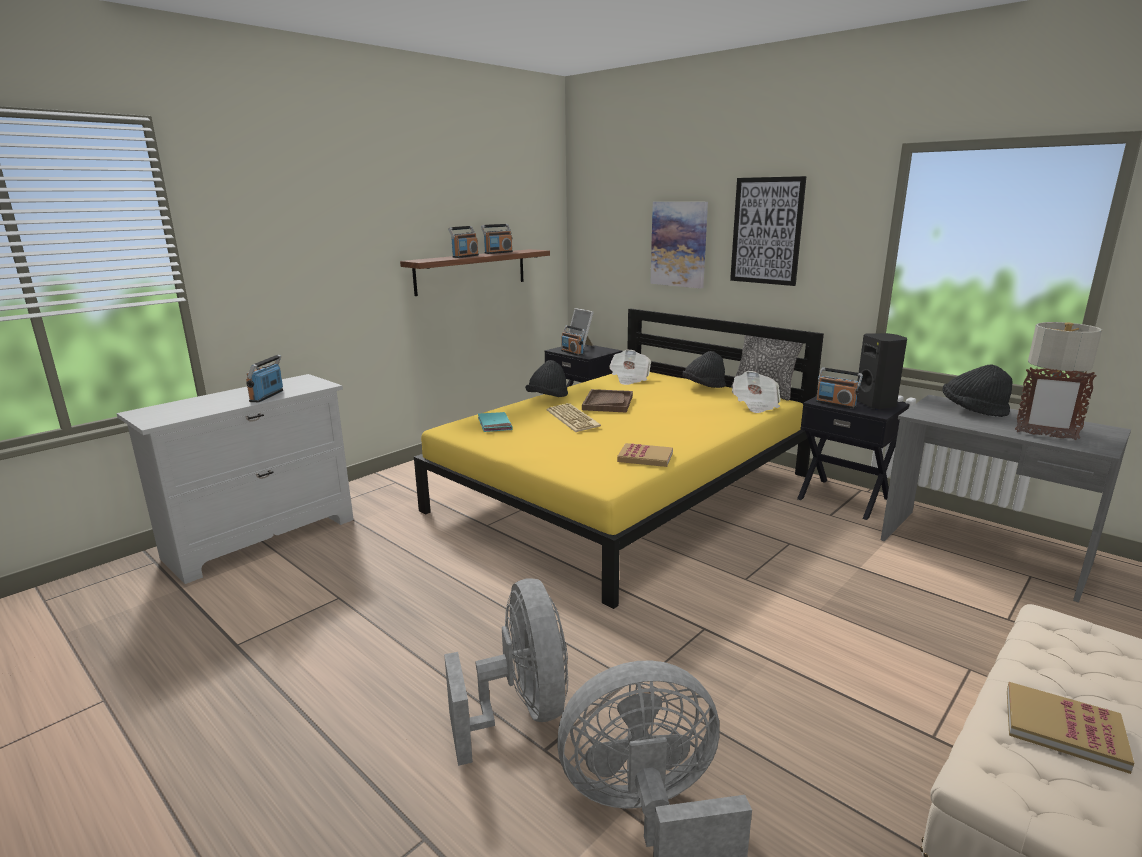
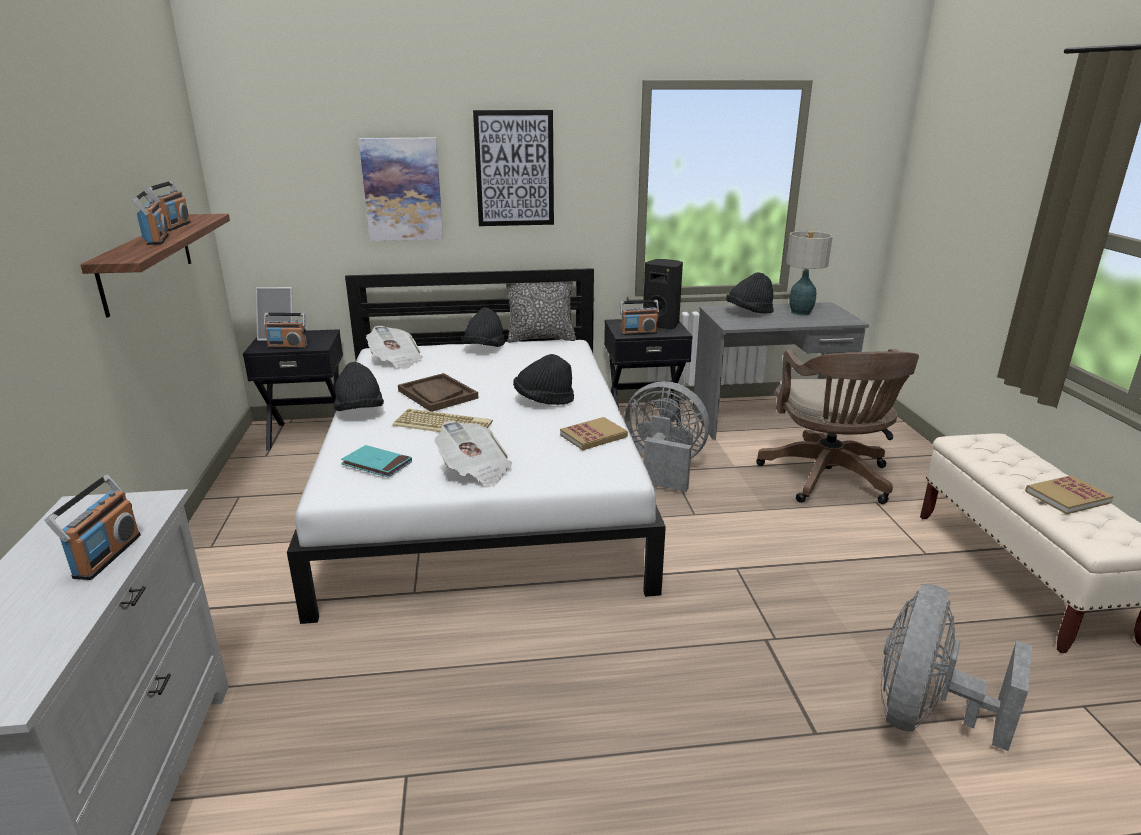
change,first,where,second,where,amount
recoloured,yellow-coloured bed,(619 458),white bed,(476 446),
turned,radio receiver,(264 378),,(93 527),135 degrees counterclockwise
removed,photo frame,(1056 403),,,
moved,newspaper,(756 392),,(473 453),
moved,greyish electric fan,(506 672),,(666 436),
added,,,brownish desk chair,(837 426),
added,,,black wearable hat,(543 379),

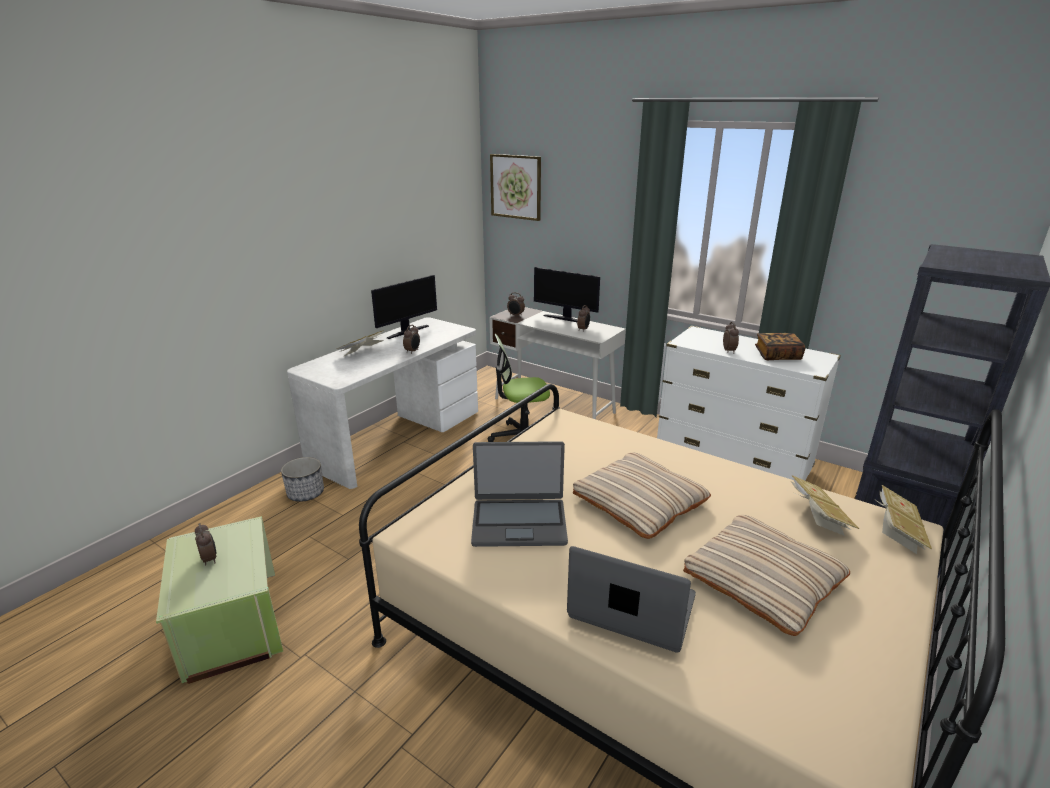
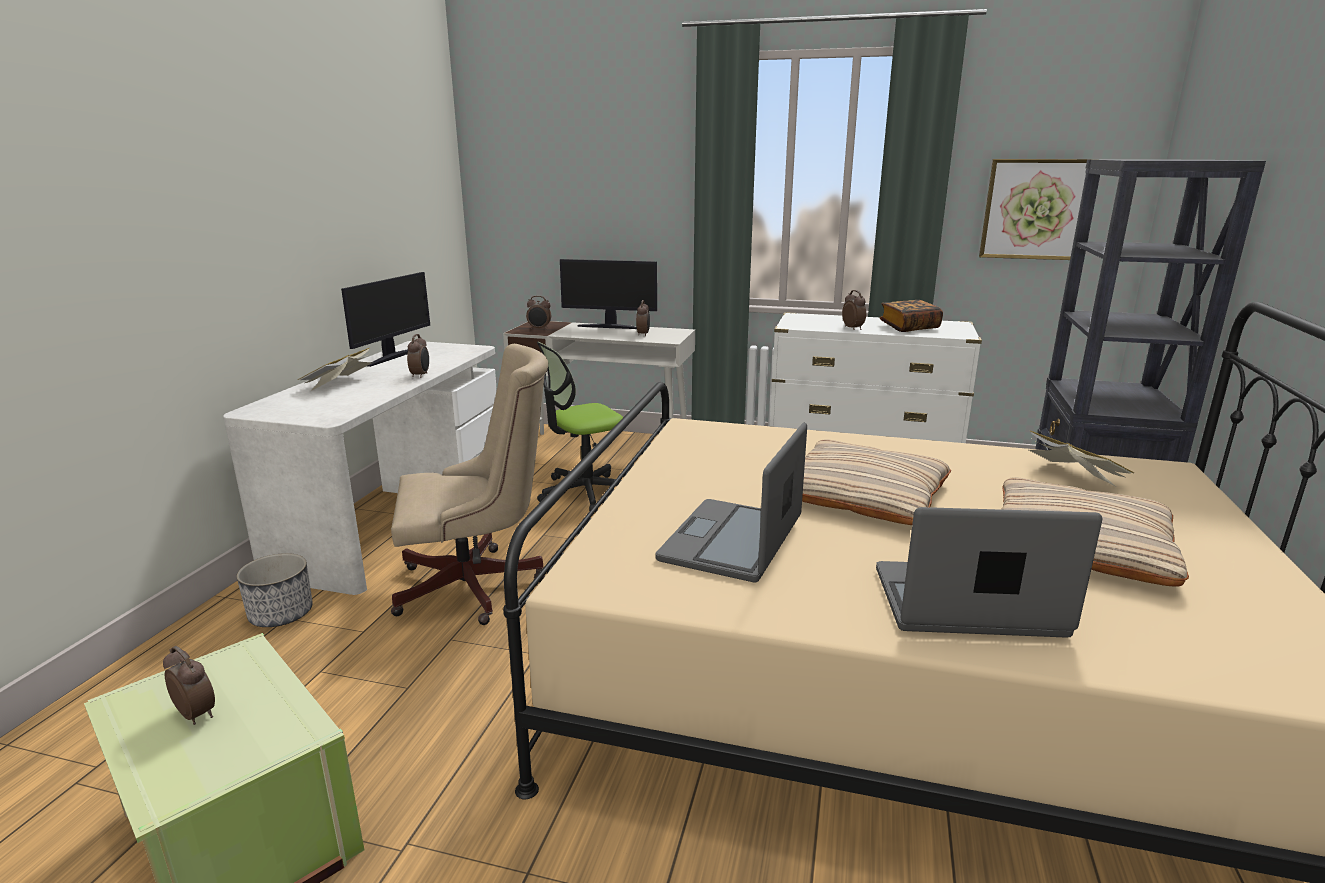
change,first,where,second,where,amount
moved,wall art,(515 187),,(1033 209),
turned,notebook computer,(519 494),,(731 502),135 degrees clockwise
removed,bound book,(902 519),,,
added,,,sand-coloured desk chair,(469 484),

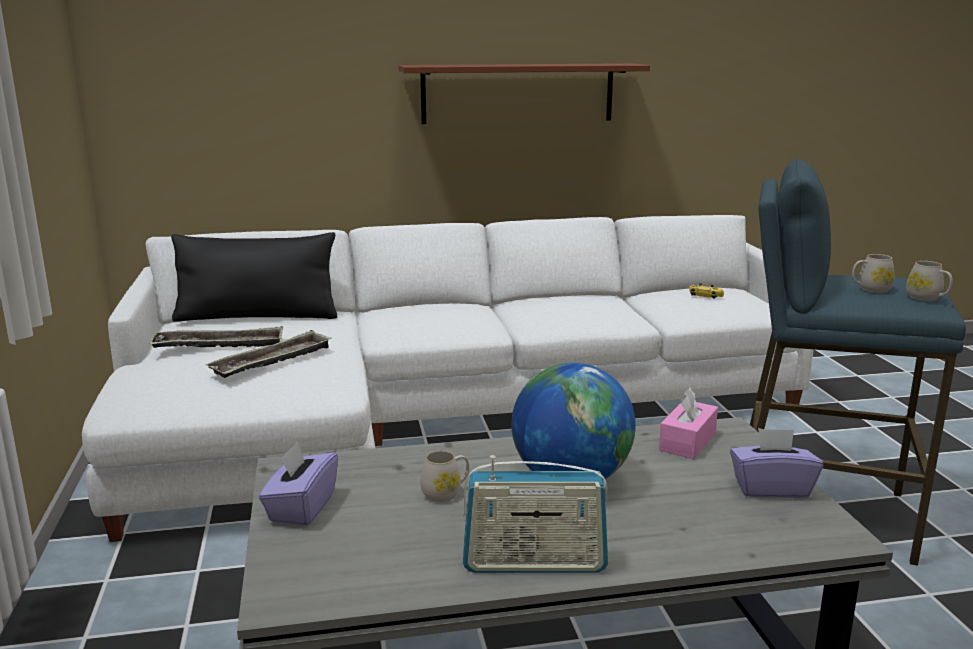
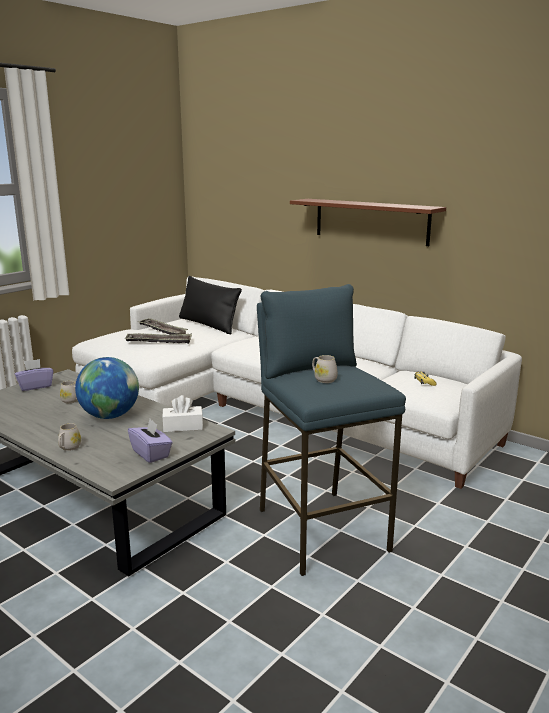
change,first,where,second,where,amount
moved,white mug,(929 281),,(69 437),
recoloured,pinkish box of tissues,(688 423),white box of tissues,(182 413),
removed,radio receiver,(535 514),,,

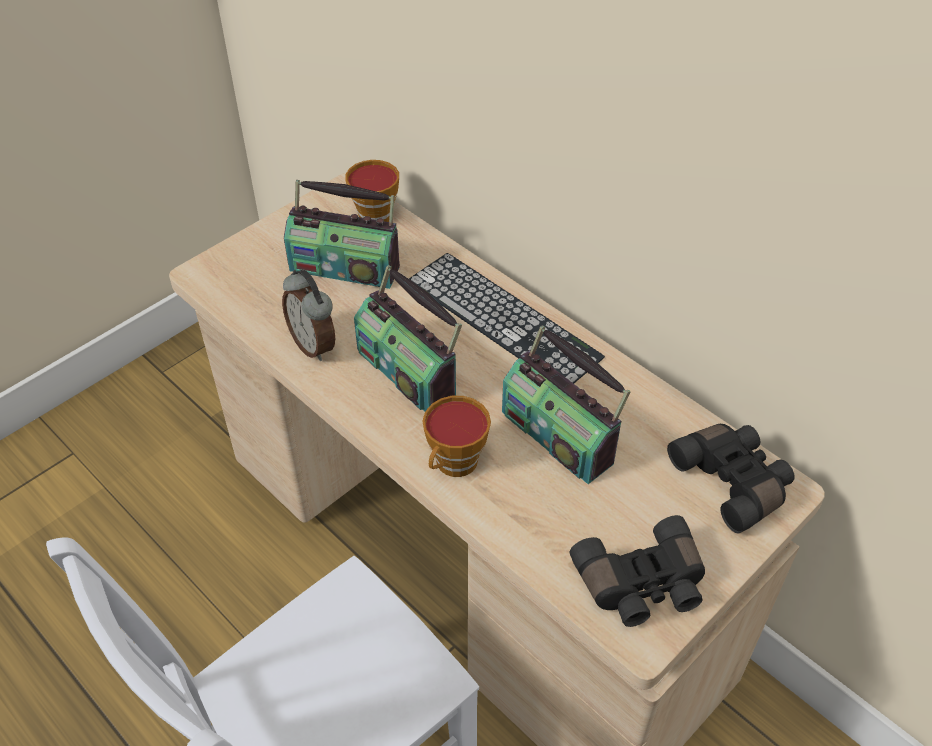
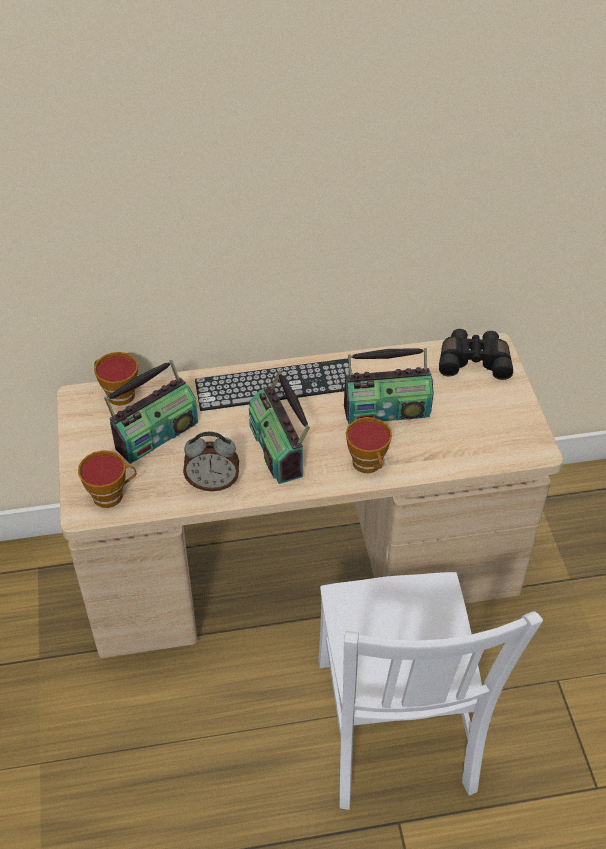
change,first,where,second,where,amount
turned,radio receiver,(408 338),,(279 427),75 degrees clockwise
removed,black field glasses,(637 571),,,
added,,,cup,(107 479),

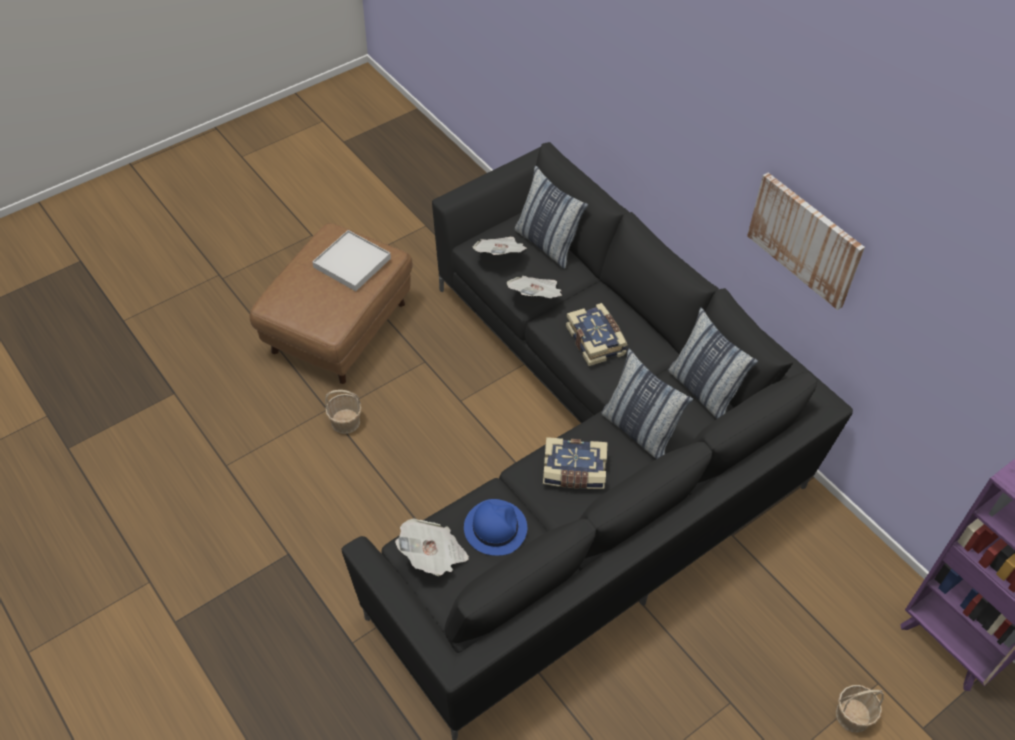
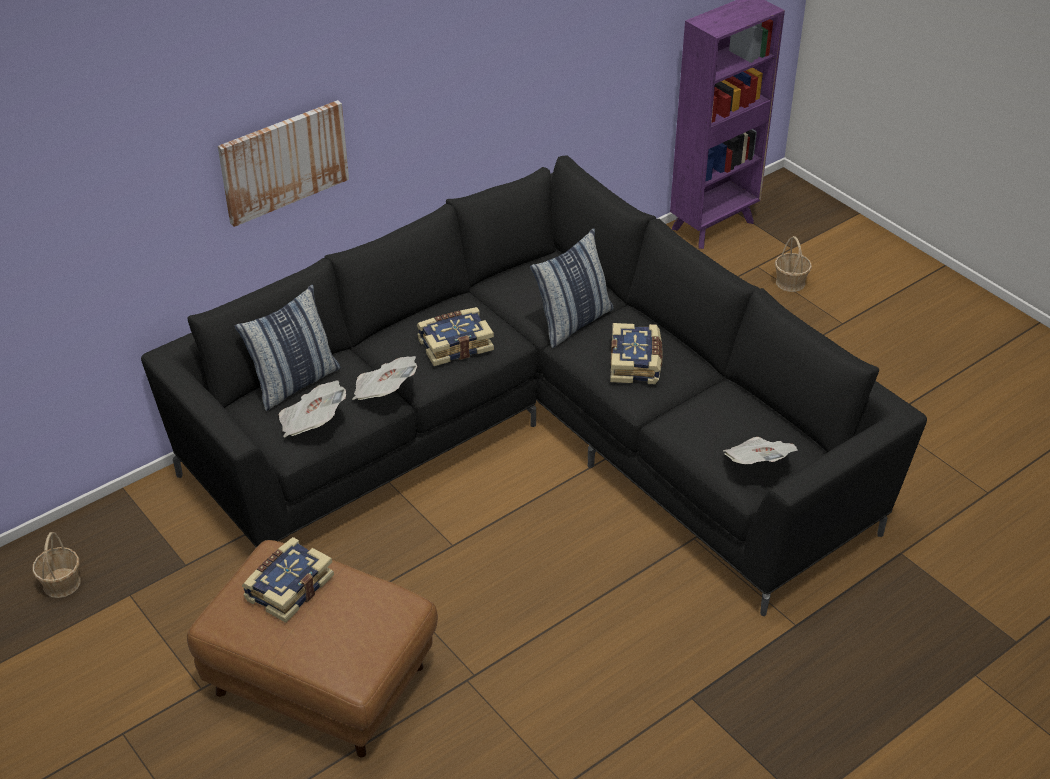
change,first,where,second,where,amount
moved,wall art,(806 241),,(283 163),
replaced,white serving tray,(351 260),bound book,(288 580),
removed,cushion,(713 363),,,
moved,basket,(343 412),,(56 565),
removed,bluish wearable hat,(495 527),,,

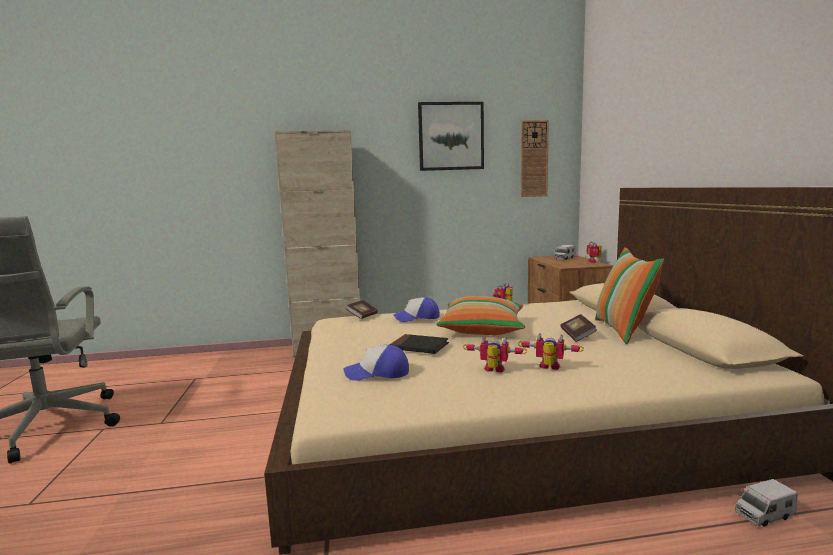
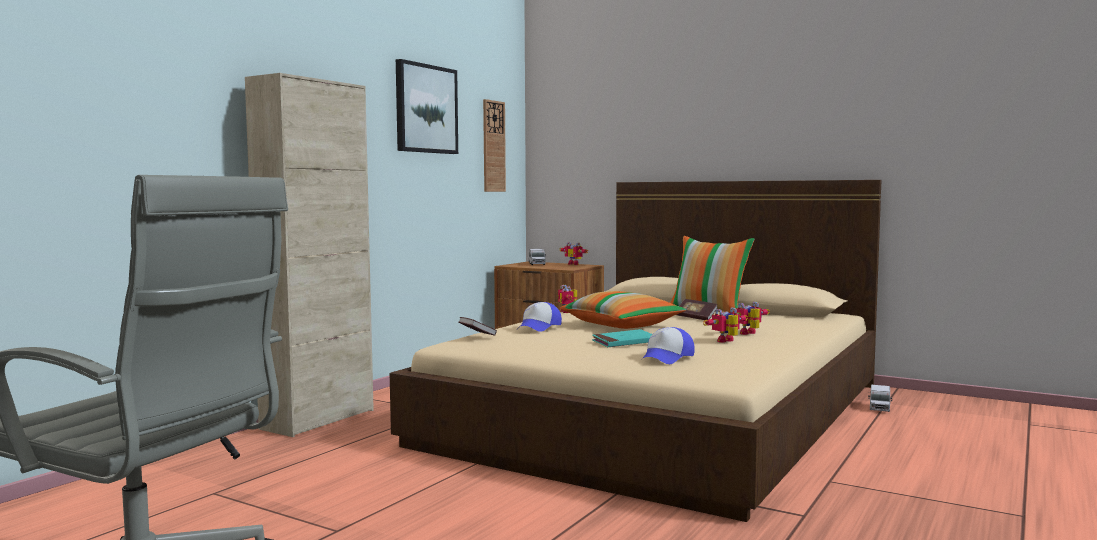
change,first,where,second,where,amount
recoloured,black bound book,(419 344),blue-green bound book,(622 338),

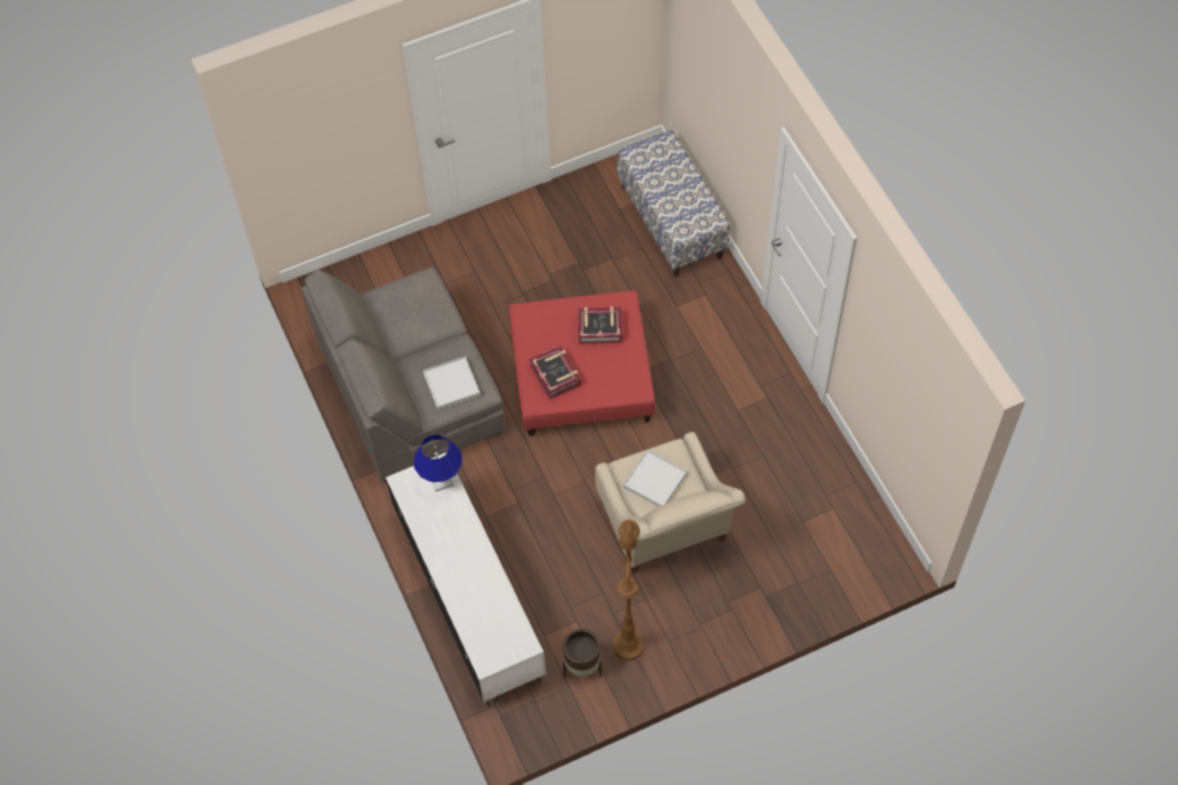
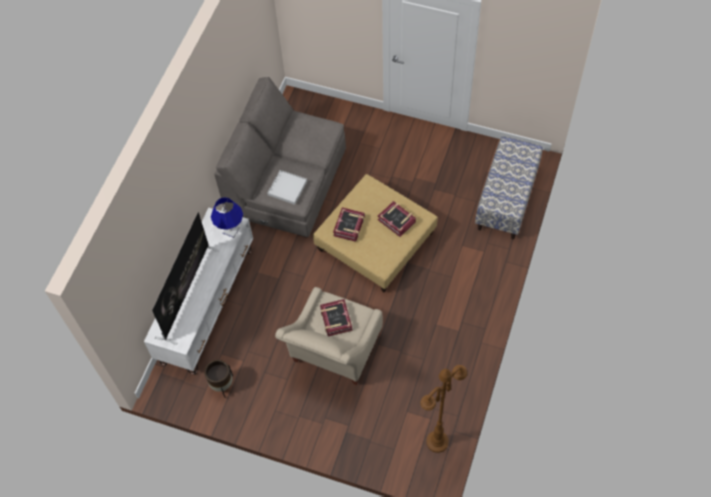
change,first,where,second,where,amount
recoloured,red-coloured footrest,(582 363),sand-coloured footrest,(375 233),
replaced,white serving tray,(655 478),bound book,(336 317),
moved,brownish floor lamp,(628 589),,(443 409),
added,,,TV set,(185 278),

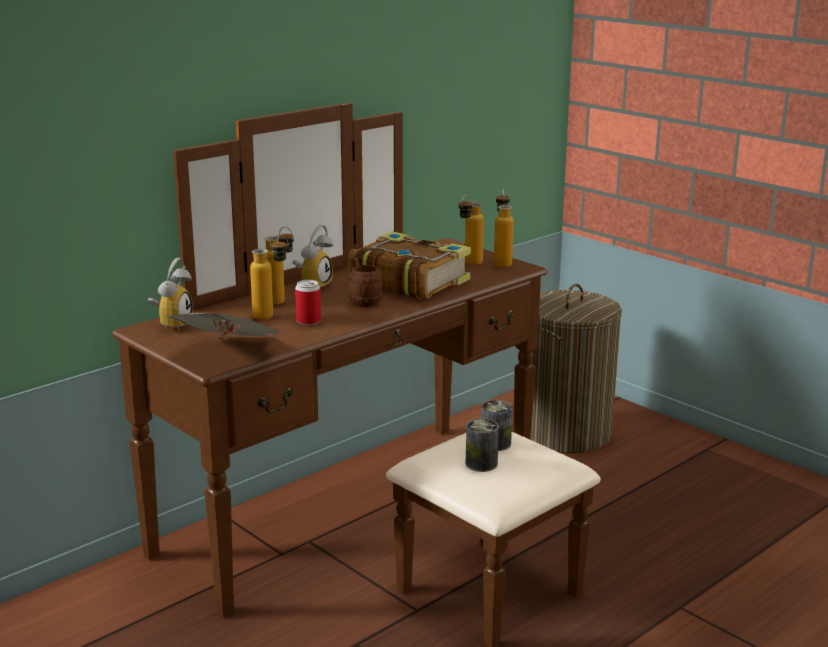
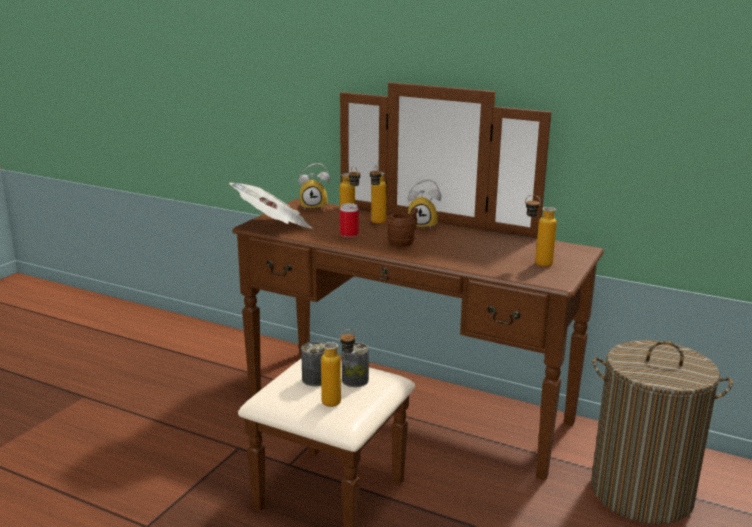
change,first,where,second,where,amount
moved,beverage bottle,(504 228),,(338 368),
removed,bound book,(409 265),,,

